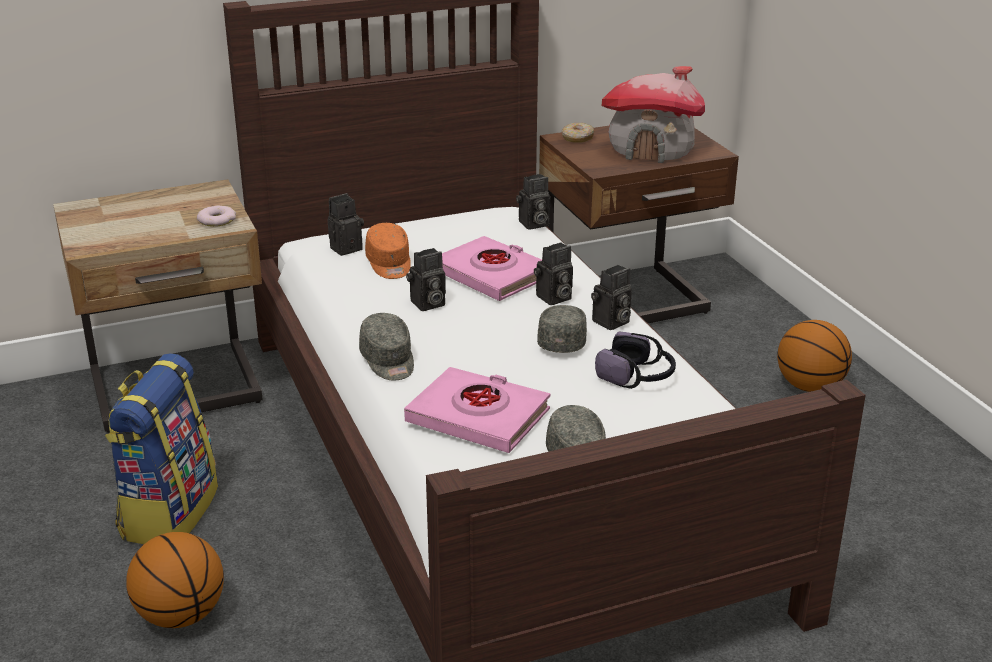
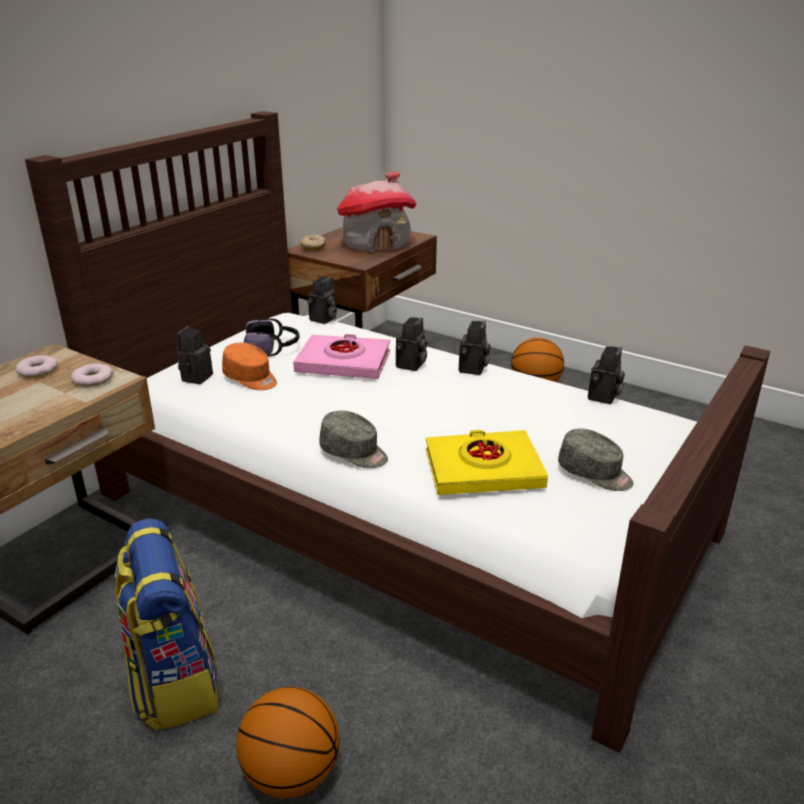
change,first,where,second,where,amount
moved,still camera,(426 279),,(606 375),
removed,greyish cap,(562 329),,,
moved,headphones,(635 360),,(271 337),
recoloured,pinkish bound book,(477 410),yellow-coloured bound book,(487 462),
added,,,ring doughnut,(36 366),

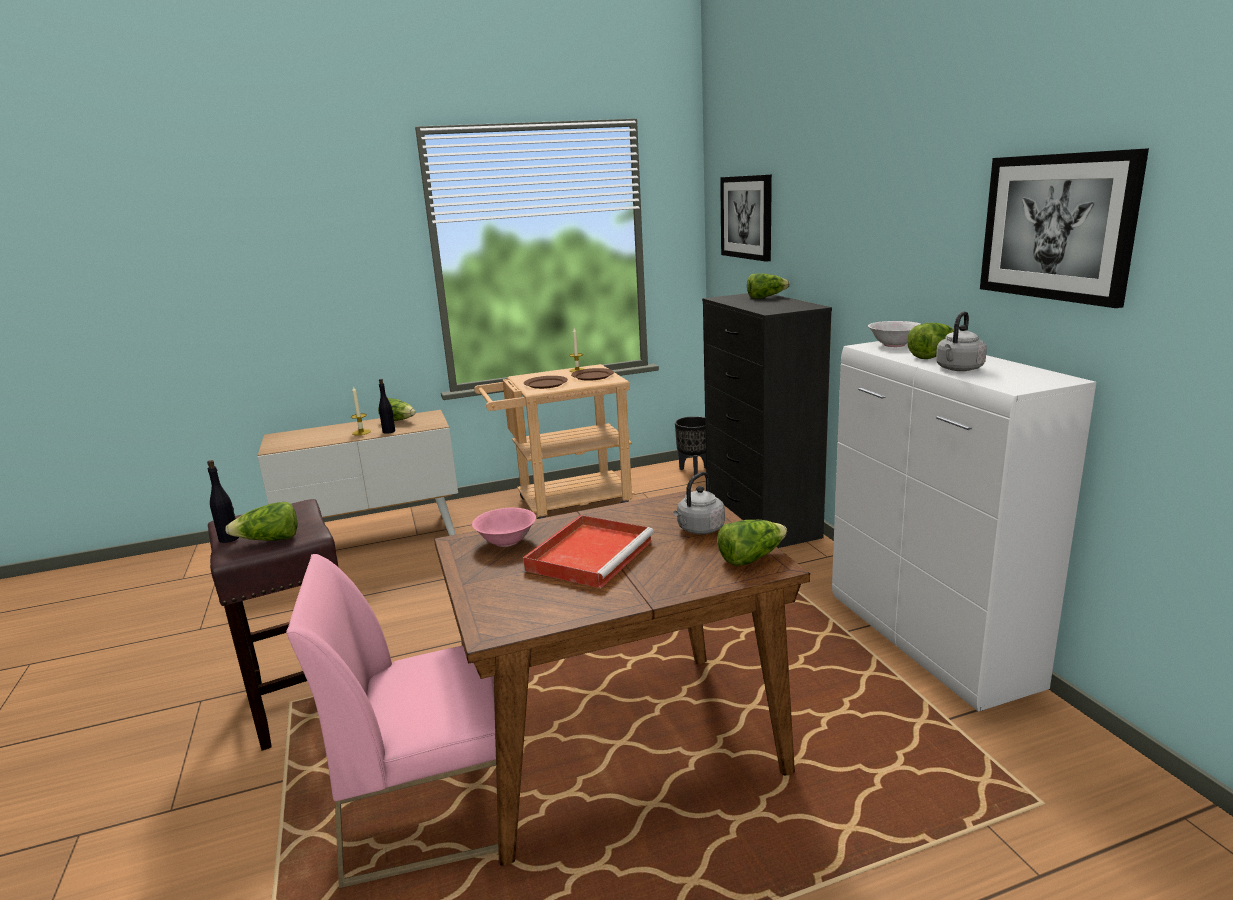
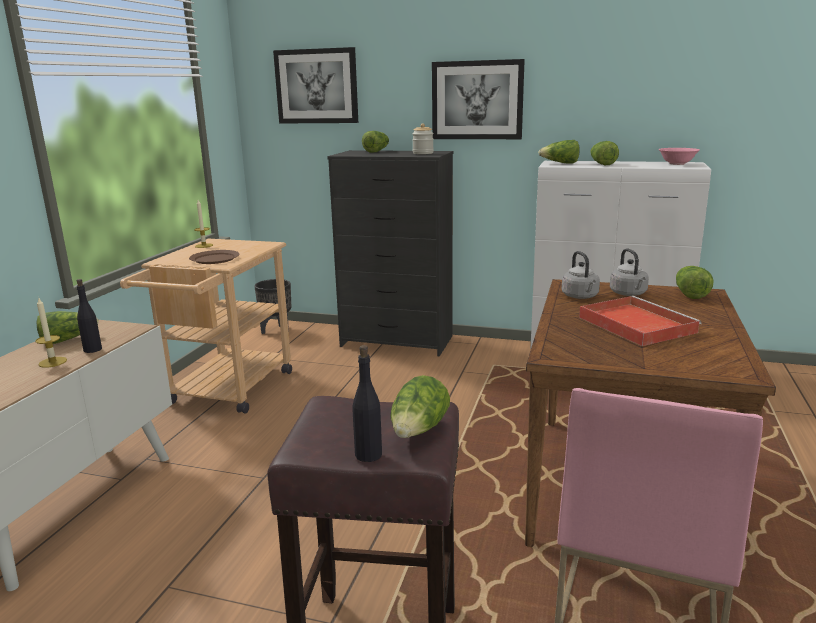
change,first,where,second,where,amount
moved,wall art,(1064 228),,(478 99),
moved,greyish tea kettle,(961 341),,(581 275),
replaced,white deep dish,(894 334),head of lettuce,(558 152),
removed,brownish flat dish,(592 374),,,
moved,pinkish deep dish,(504 527),,(679 156),
added,,,storage jar,(423 138),

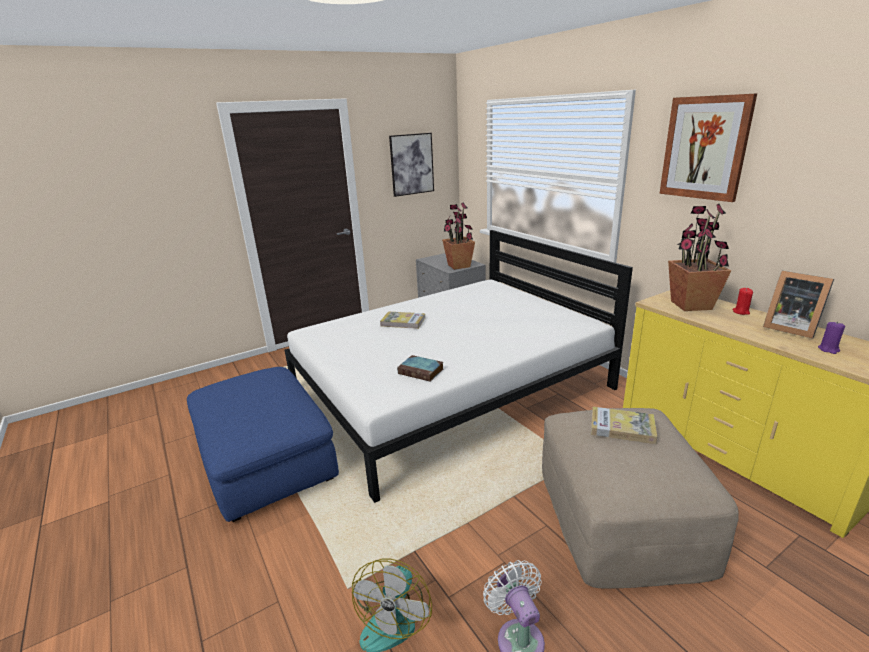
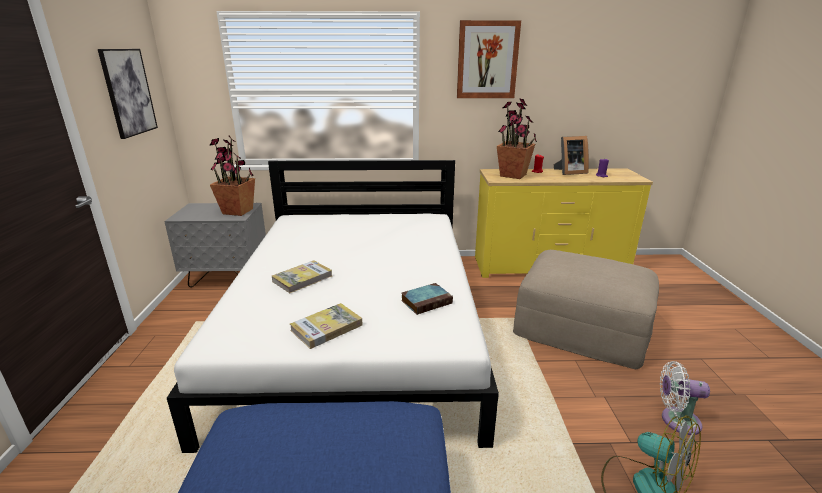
change,first,where,second,where,amount
moved,bound book,(624 425),,(326 326),

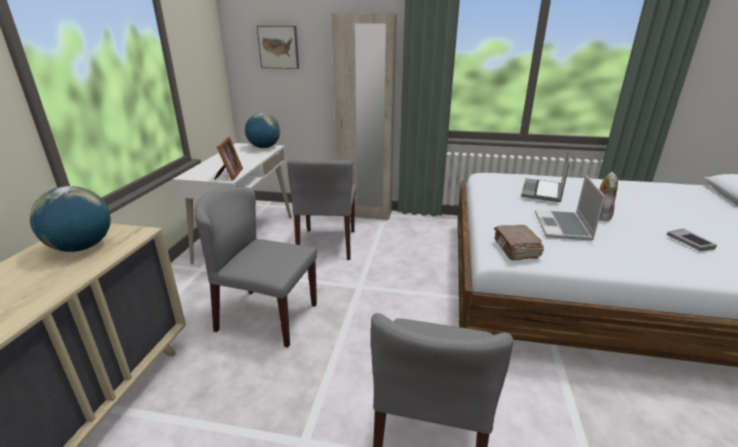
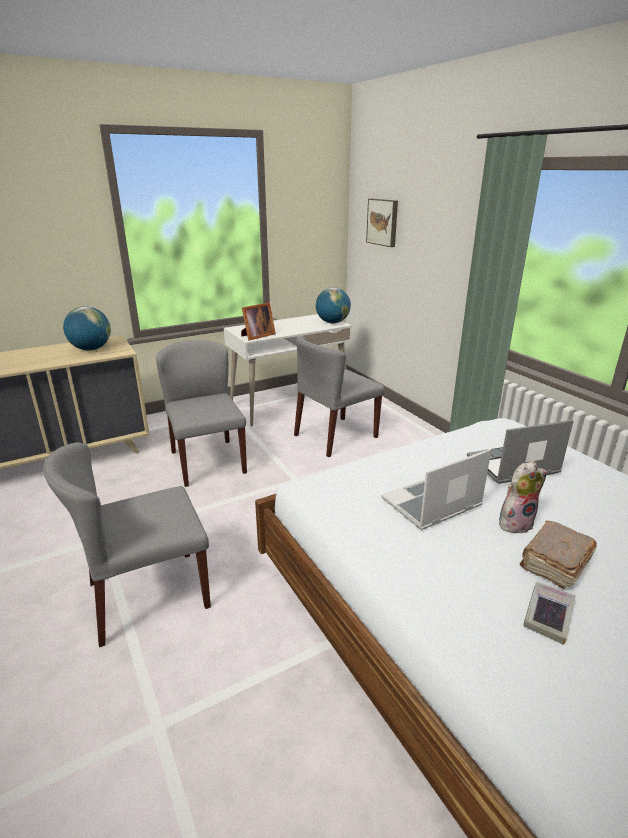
change,first,where,second,where,amount
removed,sand-coloured wardrobe,(364 116),,,
moved,brownish bound book,(519 242),,(558 554),

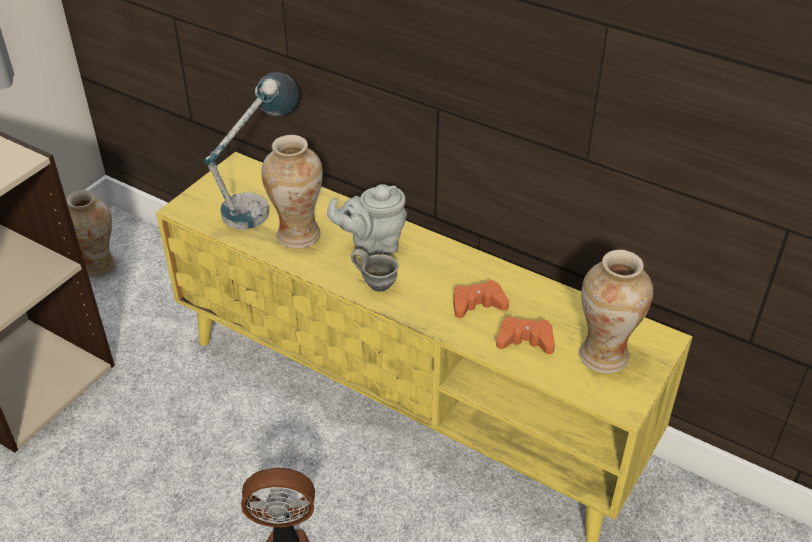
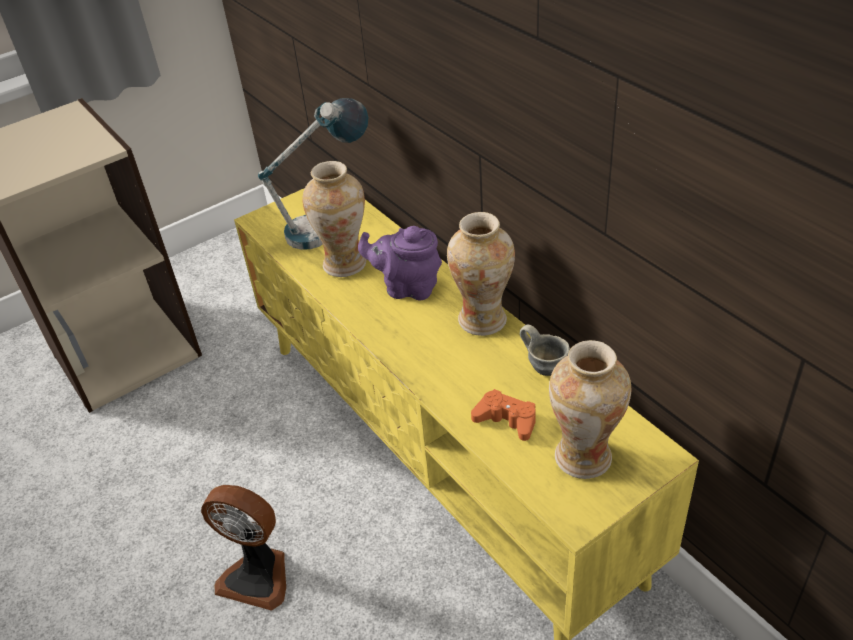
change,first,where,second,where,amount
recoloured,greyish teapot,(367 220),purple teapot,(400 263),
moved,flower vase,(91 234),,(481 274),
moved,greyish mug,(375 270),,(545 350),
removed,orange gamepad,(481 299),,,

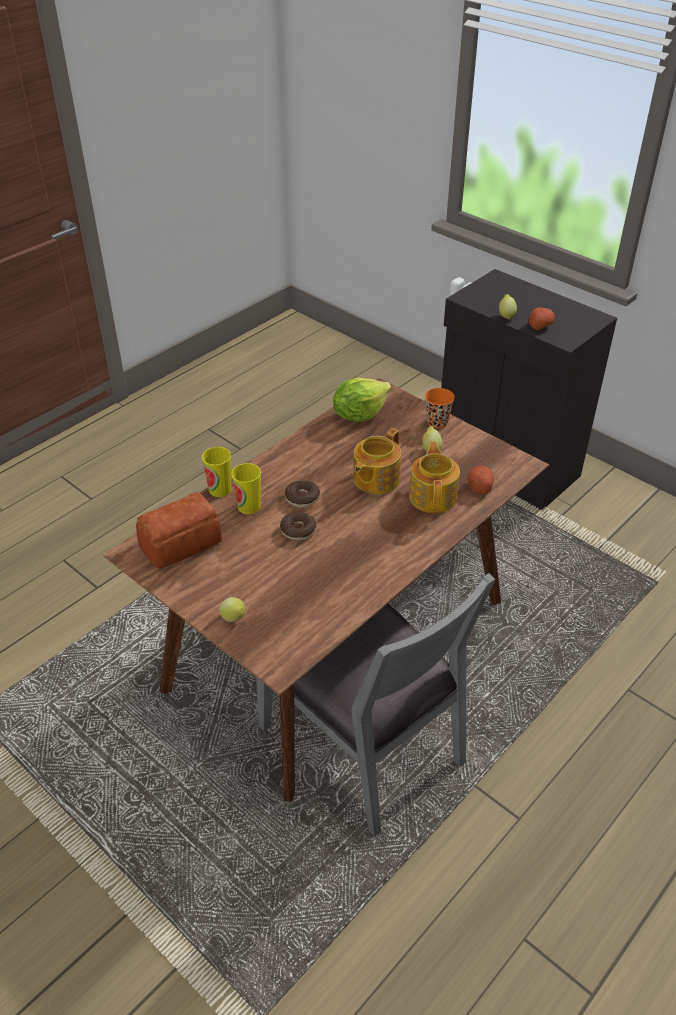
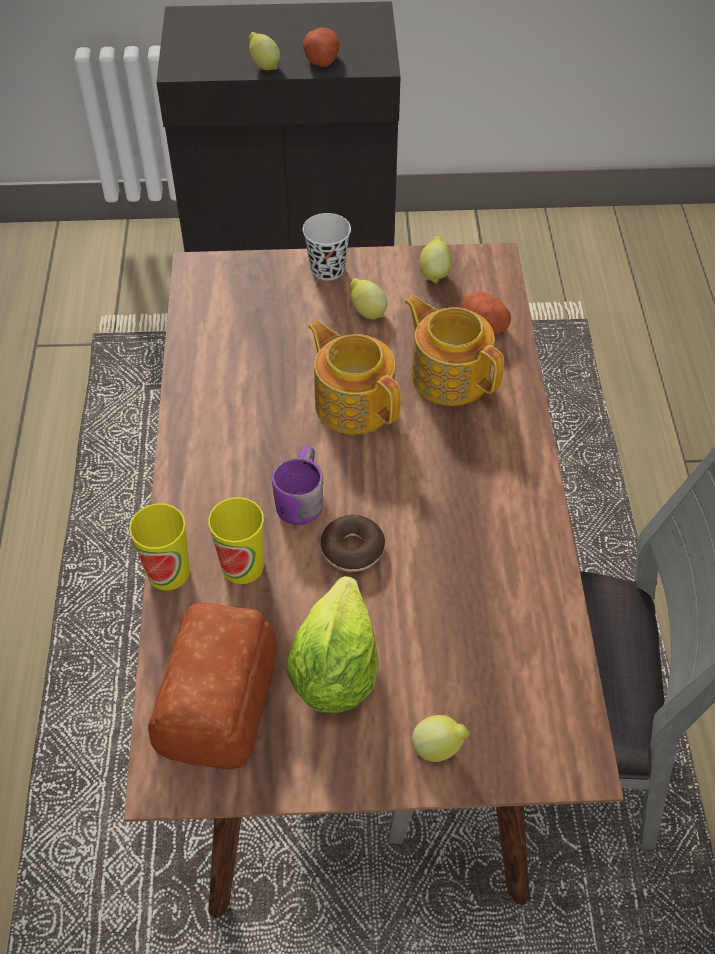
change,first,where,second,where,amount
moved,head of lettuce,(362 400),,(332 644),
recoloured,orange cup,(440 408),black cup,(327 246),
turned,teapot,(377 461),,(354 377),150 degrees clockwise
replaced,ring doughnut,(302 494),purple mug,(297 485),
added,,,lemon,(435 260),

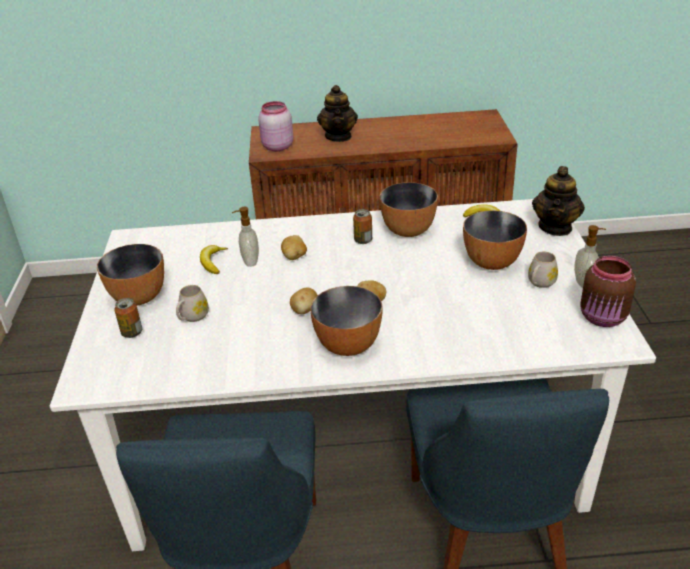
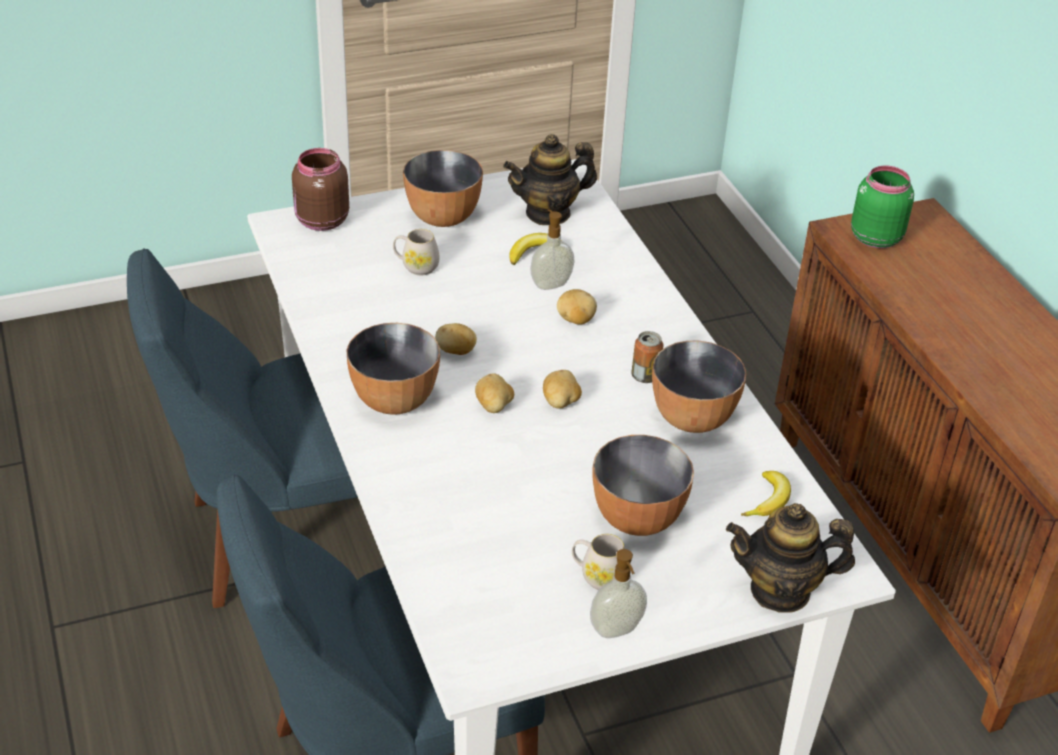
change,first,where,second,where,amount
moved,teapot,(337 113),,(550 179),
recoloured,pinkish storage jar,(275 126),green storage jar,(882 207),
moved,brownish storage jar,(608 291),,(320 189),
removed,sealed can,(128 318),,,
added,,,spud,(562 389),

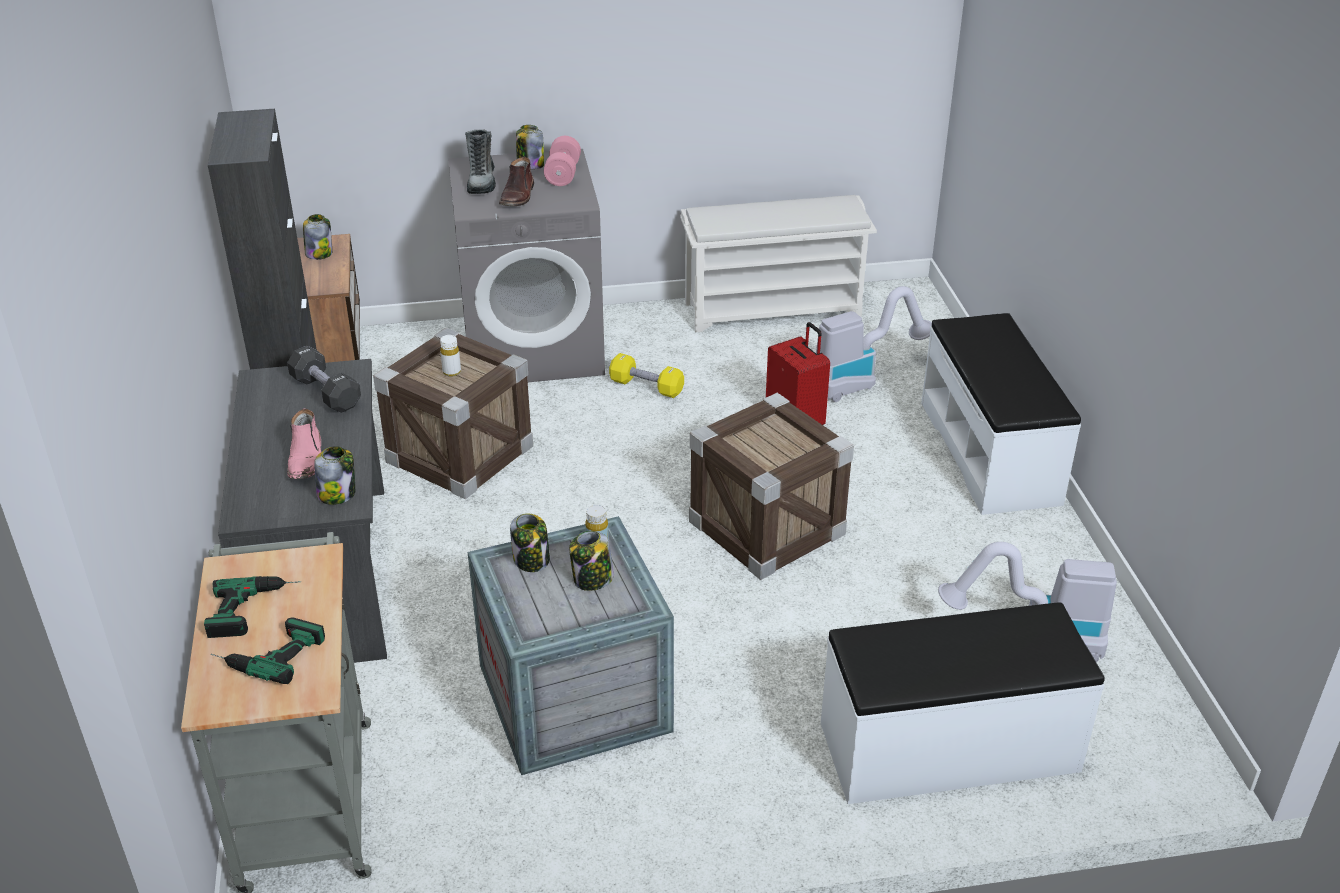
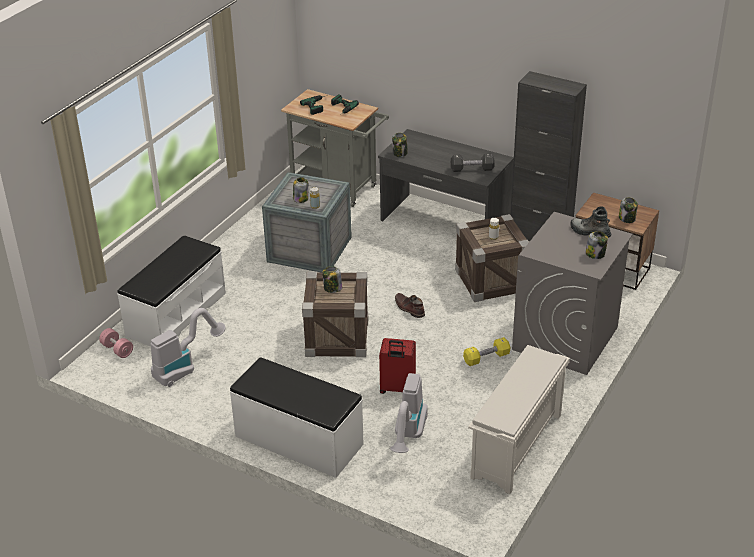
change,first,where,second,where,amount
moved,pinkish hand weight,(562 161),,(116 343),
moved,brownish high-top boot,(516 181),,(410 305),
removed,pinkish high-top boot,(304 444),,,
moved,storage jar,(530 542),,(332 279),

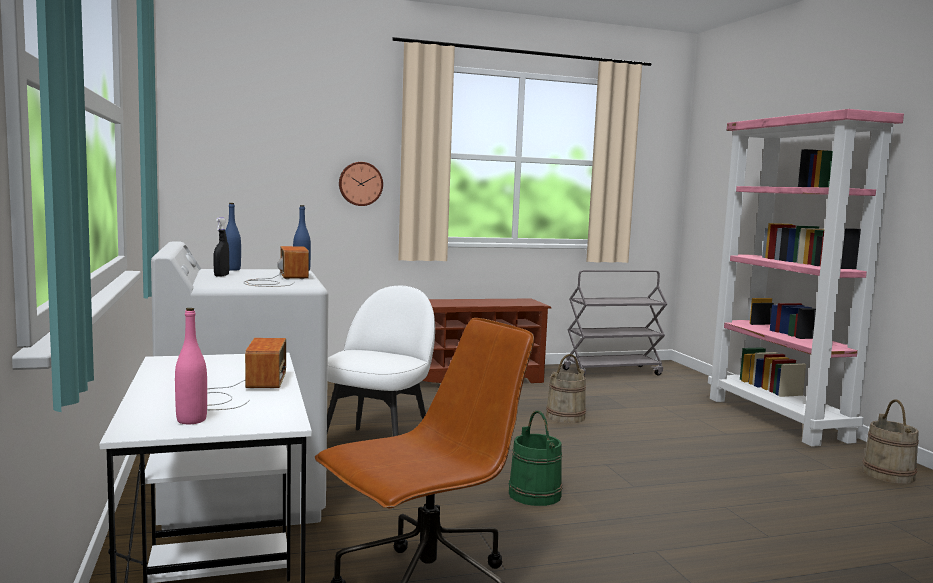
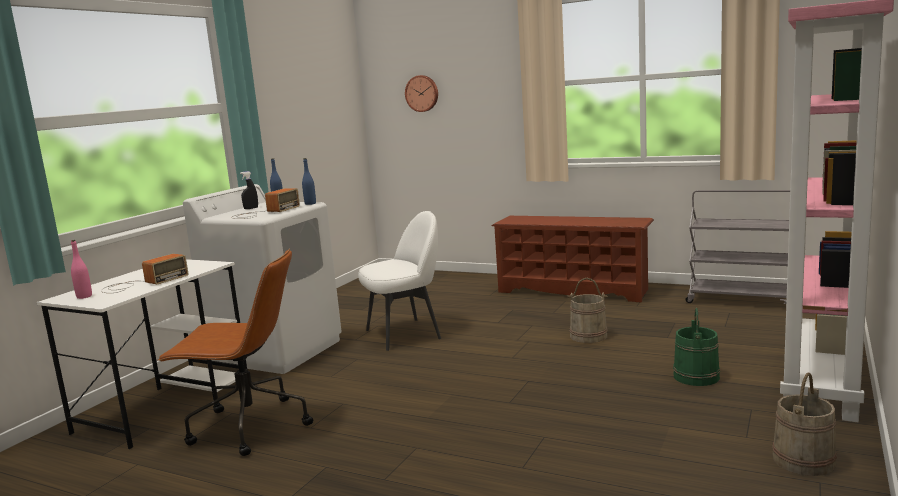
change,first,where,second,where,amount
moved,hanging clock,(361 184),,(421 93),
moved,green water bucket,(535 458),,(696 347),

